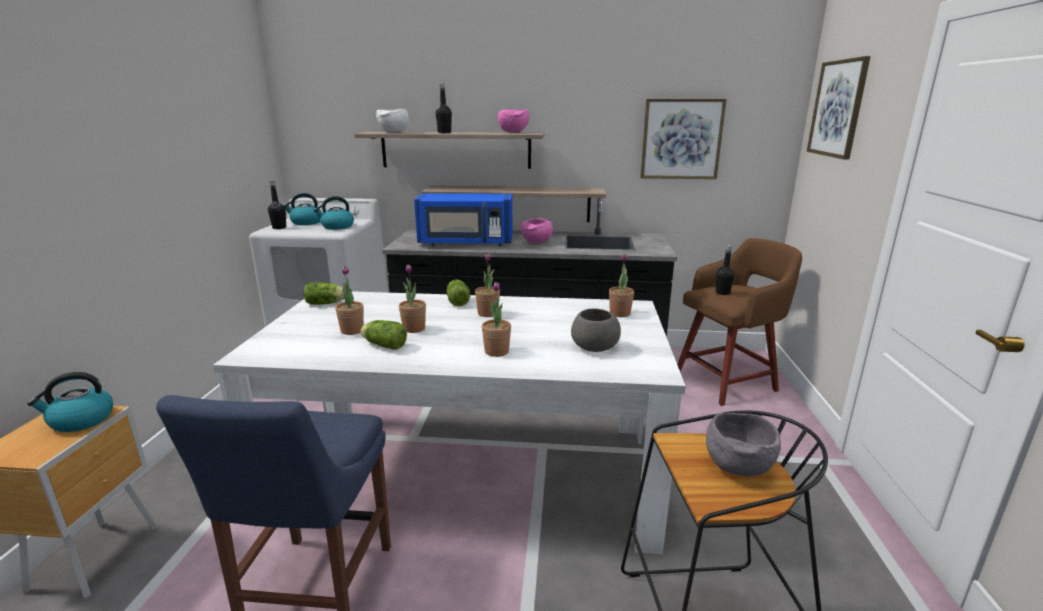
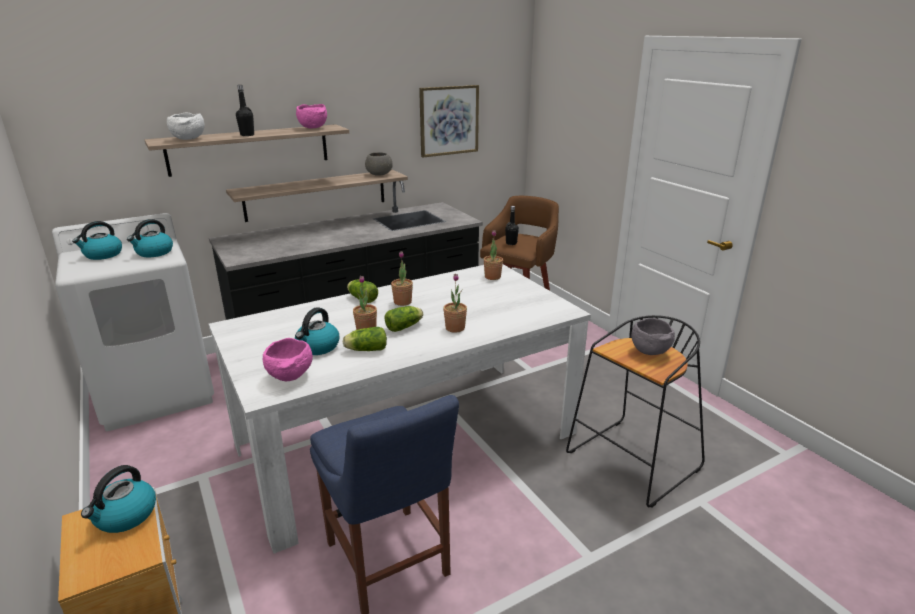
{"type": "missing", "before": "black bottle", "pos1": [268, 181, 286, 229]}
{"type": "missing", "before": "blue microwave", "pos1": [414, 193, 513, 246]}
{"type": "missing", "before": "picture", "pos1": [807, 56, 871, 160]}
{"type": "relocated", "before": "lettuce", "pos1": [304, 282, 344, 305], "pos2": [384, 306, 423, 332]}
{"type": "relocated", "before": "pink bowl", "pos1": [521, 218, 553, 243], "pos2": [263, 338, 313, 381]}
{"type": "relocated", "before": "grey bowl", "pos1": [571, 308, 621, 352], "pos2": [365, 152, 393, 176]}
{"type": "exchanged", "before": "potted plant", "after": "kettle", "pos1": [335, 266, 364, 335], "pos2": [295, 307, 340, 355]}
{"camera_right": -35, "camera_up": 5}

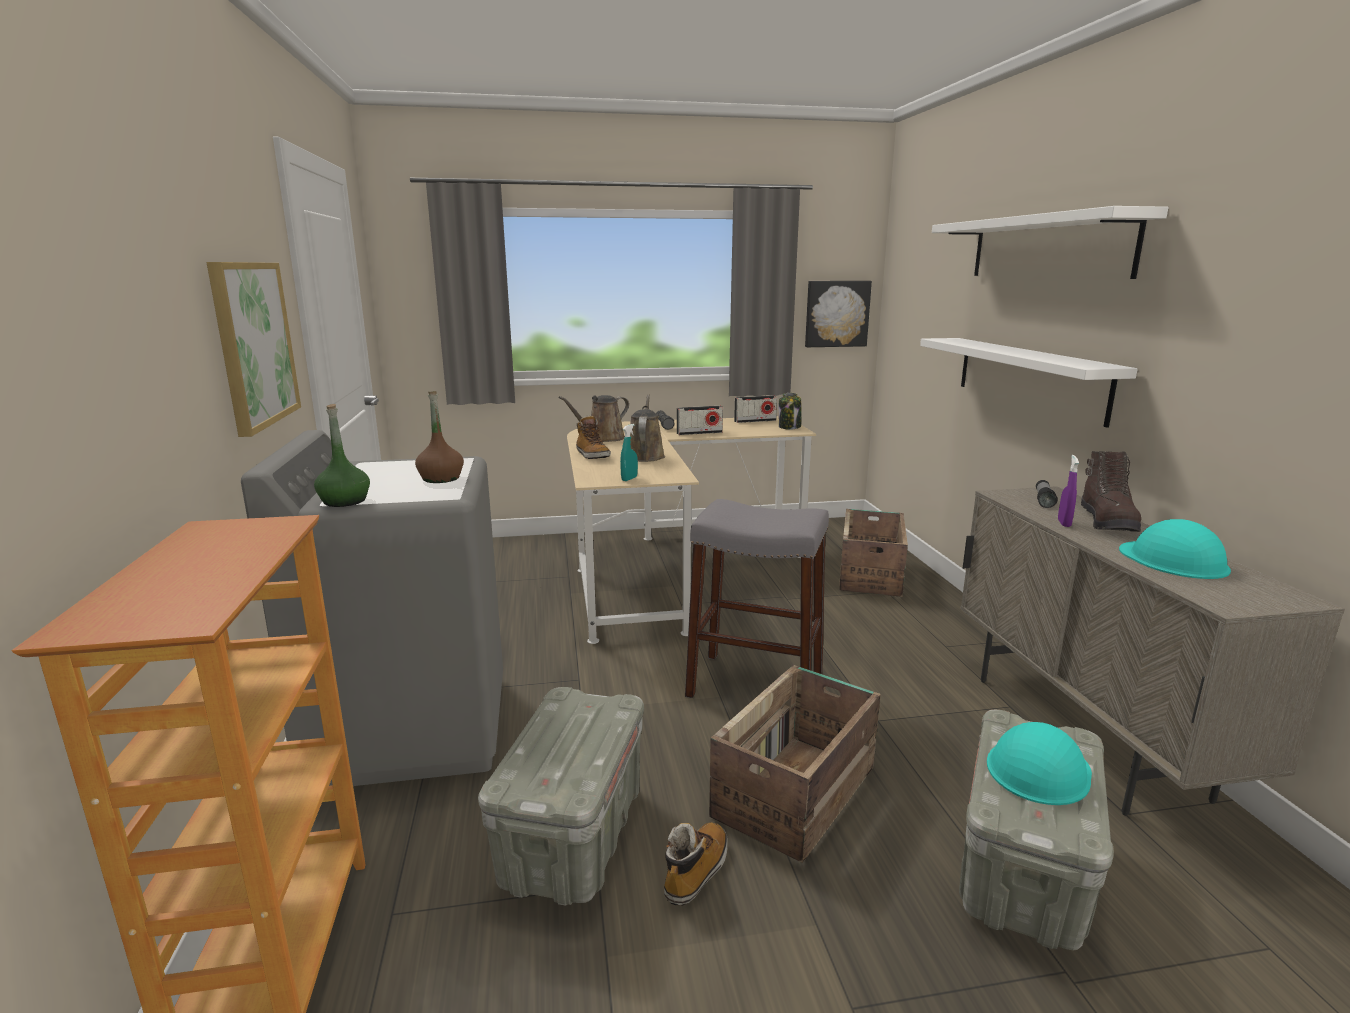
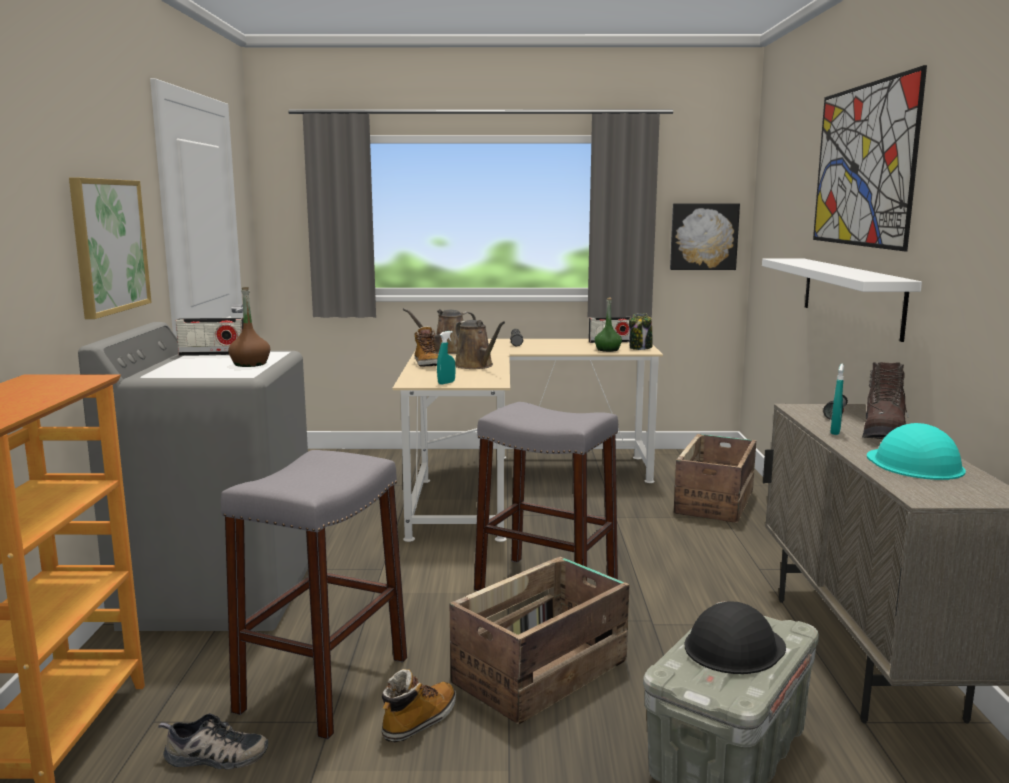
{"type": "appeared", "after": "shoe", "pos2": [158, 713, 268, 769]}
{"type": "relocated", "before": "green bottle", "pos1": [314, 404, 370, 507], "pos2": [594, 298, 622, 352]}
{"type": "relocated", "before": "radio", "pos1": [677, 406, 723, 435], "pos2": [176, 318, 243, 356]}
{"type": "exchanged", "before": "grey storage box", "after": "grey stool", "pos1": [478, 687, 644, 906], "pos2": [221, 450, 407, 740]}
{"type": "exchanged", "before": "white shelf", "after": "picture", "pos1": [932, 206, 1169, 279], "pos2": [813, 65, 927, 251]}
{"type": "colour", "before": "turquoise hard hat", "after": "black hard hat", "pos1": [987, 722, 1092, 805], "pos2": [685, 601, 786, 674]}
{"type": "colour", "before": "purple spray bottle", "after": "turquoise spray bottle", "pos1": [1058, 455, 1079, 527], "pos2": [830, 364, 844, 435]}
{"type": "spun", "before": "brown watering can", "pos1": [630, 394, 665, 462], "pos2": [455, 320, 505, 369], "turn": 135}
{"camera_right": 10, "camera_up": -5}

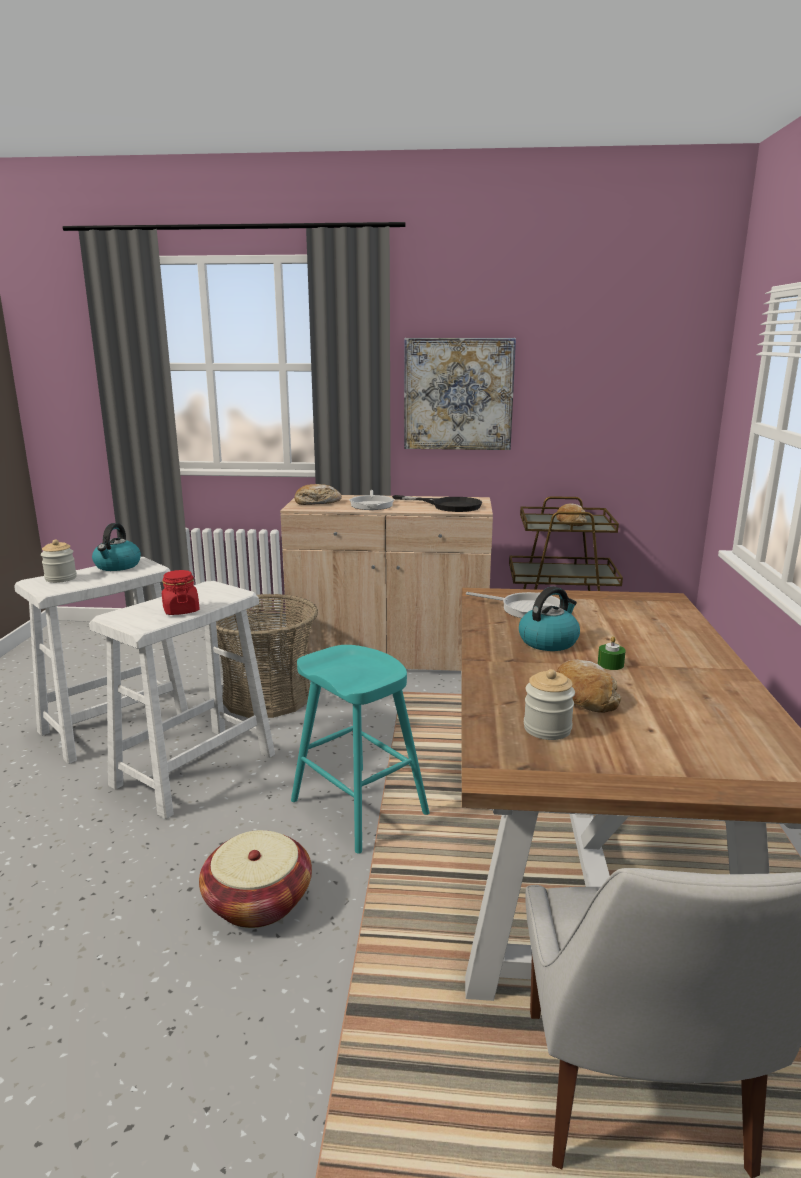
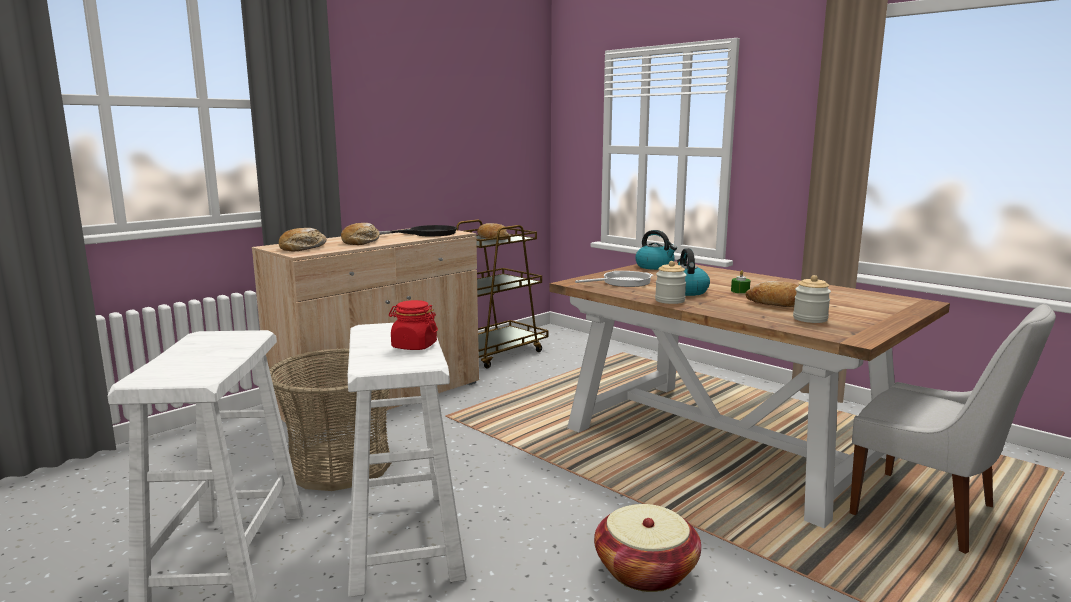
{"type": "missing", "before": "turquoise stool", "pos1": [291, 645, 430, 854]}
{"type": "missing", "before": "picture", "pos1": [404, 338, 516, 450]}
{"type": "relocated", "before": "jar", "pos1": [41, 539, 77, 583], "pos2": [655, 261, 687, 304]}
{"type": "relocated", "before": "kettle", "pos1": [92, 523, 141, 571], "pos2": [635, 230, 677, 270]}
{"type": "exchanged", "before": "frying pan", "after": "bread", "pos1": [349, 490, 395, 510], "pos2": [341, 223, 380, 245]}
{"camera_right": -50, "camera_up": -5}

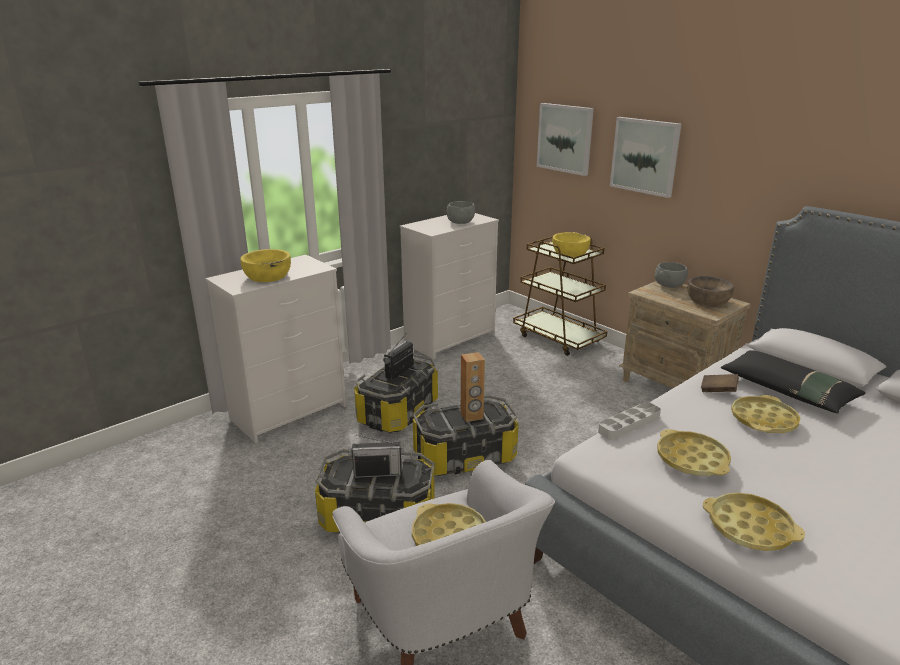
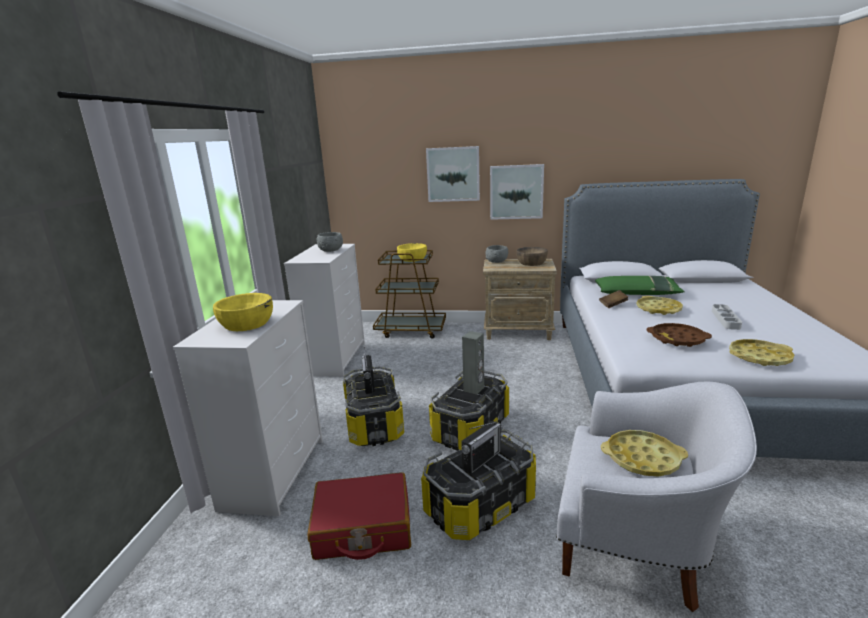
{"type": "appeared", "after": "red suitcase", "pos2": [308, 472, 411, 560]}
{"type": "relocated", "before": "picture", "pos1": [537, 103, 594, 176], "pos2": [490, 164, 544, 220]}
{"type": "relocated", "before": "grey tray", "pos1": [598, 402, 661, 440], "pos2": [712, 304, 742, 330]}
{"type": "colour", "before": "brown speaker", "after": "grey speaker", "pos1": [461, 352, 485, 422], "pos2": [462, 331, 484, 395]}
{"type": "colour", "before": "yellow tray", "after": "brown tray", "pos1": [657, 429, 731, 476], "pos2": [647, 323, 712, 347]}
{"type": "colour", "before": "black pillow", "after": "green pillow", "pos1": [721, 350, 865, 413], "pos2": [595, 276, 685, 295]}
{"camera_right": -40, "camera_up": -5}

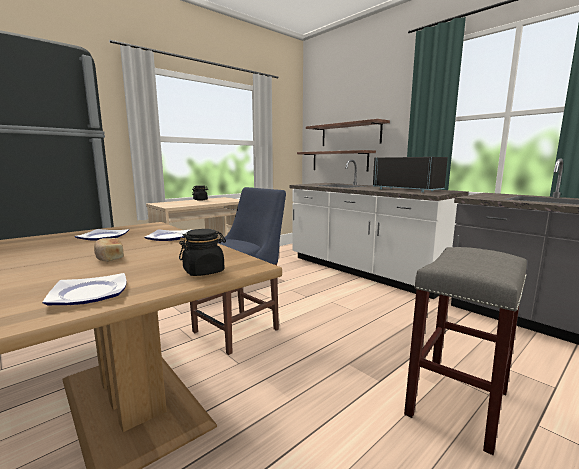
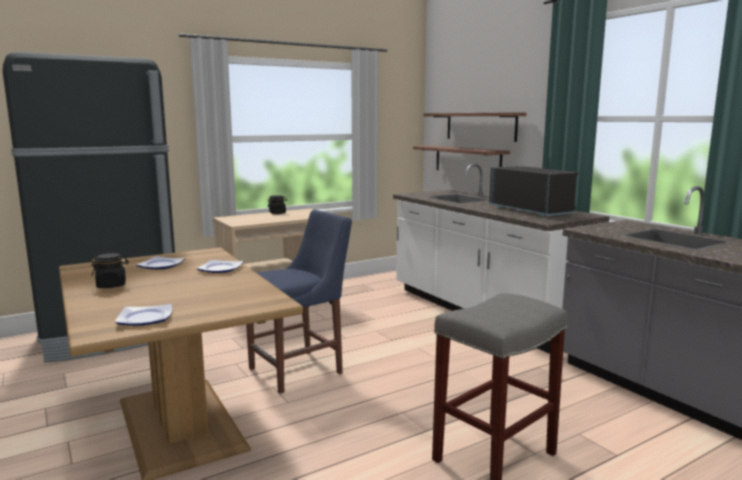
{"type": "missing", "before": "bread", "pos1": [94, 238, 124, 262]}
{"type": "relocated", "before": "black jar", "pos1": [179, 229, 226, 276], "pos2": [91, 253, 129, 288]}
{"camera_right": 10, "camera_up": 0}

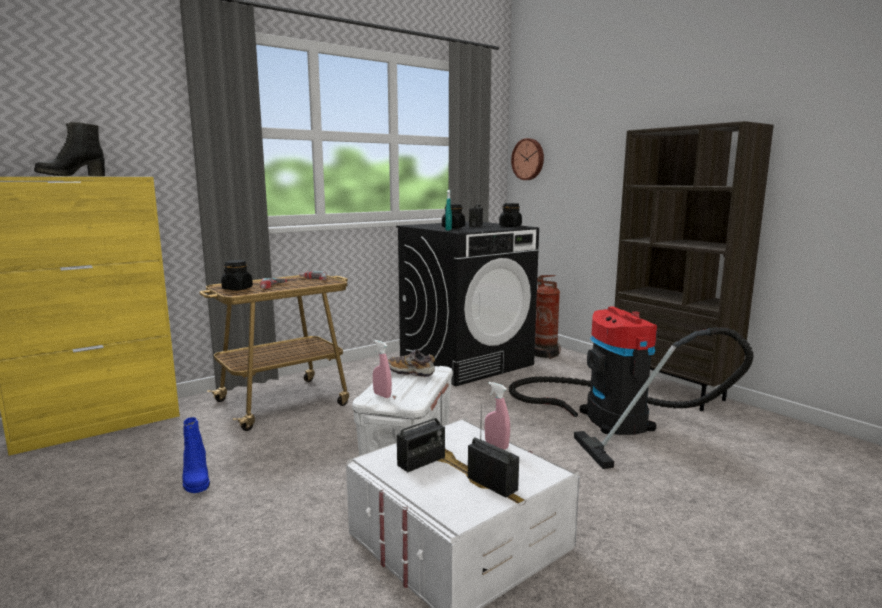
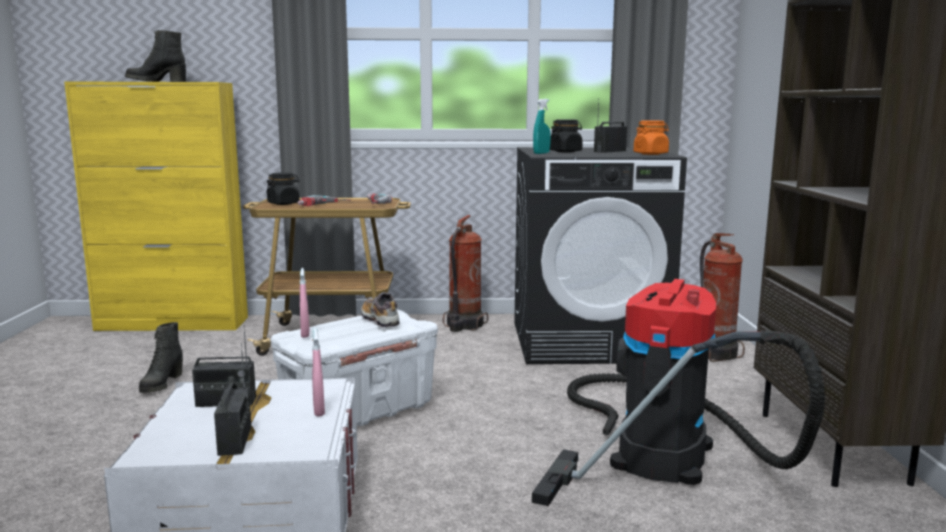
{"type": "missing", "before": "wall clock", "pos1": [511, 138, 544, 180]}
{"type": "appeared", "after": "fire extinguisher", "pos2": [443, 215, 488, 332]}
{"type": "colour", "before": "blue boot", "after": "black boot", "pos1": [183, 417, 210, 493], "pos2": [139, 322, 183, 393]}
{"type": "colour", "before": "black jar", "after": "orange jar", "pos1": [499, 203, 522, 227], "pos2": [633, 120, 669, 155]}
{"camera_right": 35, "camera_up": 0}

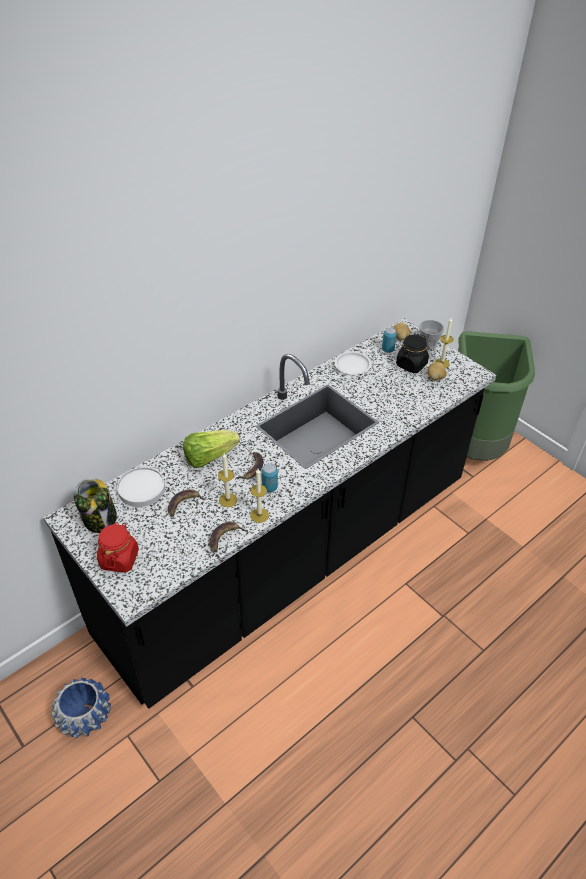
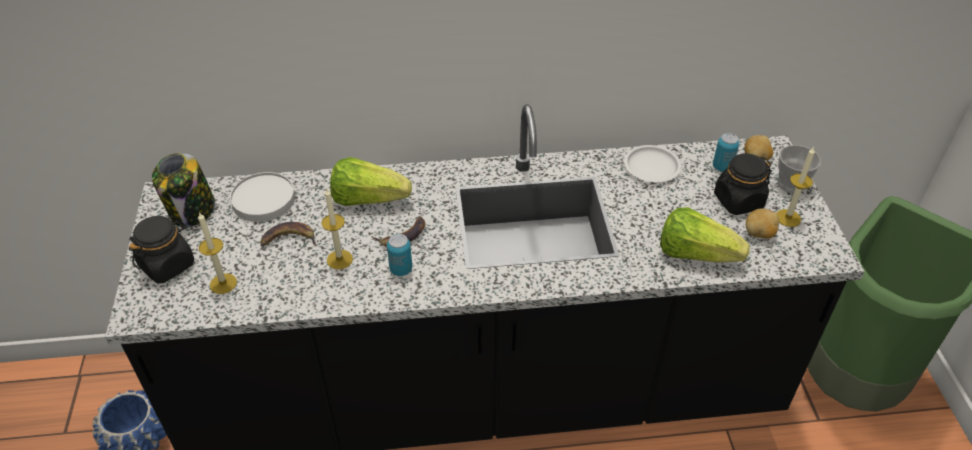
{"type": "missing", "before": "banana", "pos1": [210, 521, 247, 552]}
{"type": "appeared", "after": "lettuce", "pos2": [660, 207, 750, 263]}
{"type": "relocated", "before": "candle", "pos1": [250, 469, 269, 523], "pos2": [198, 212, 237, 294]}
{"type": "colour", "before": "red jar", "after": "black jar", "pos1": [97, 522, 139, 572], "pos2": [129, 216, 194, 283]}
{"camera_right": 35, "camera_up": 0}

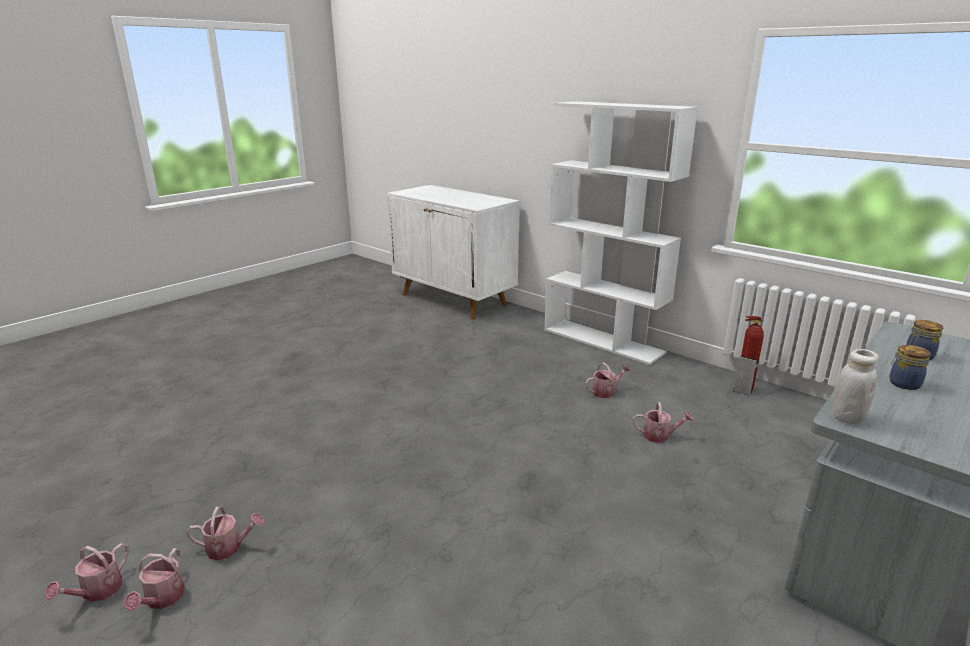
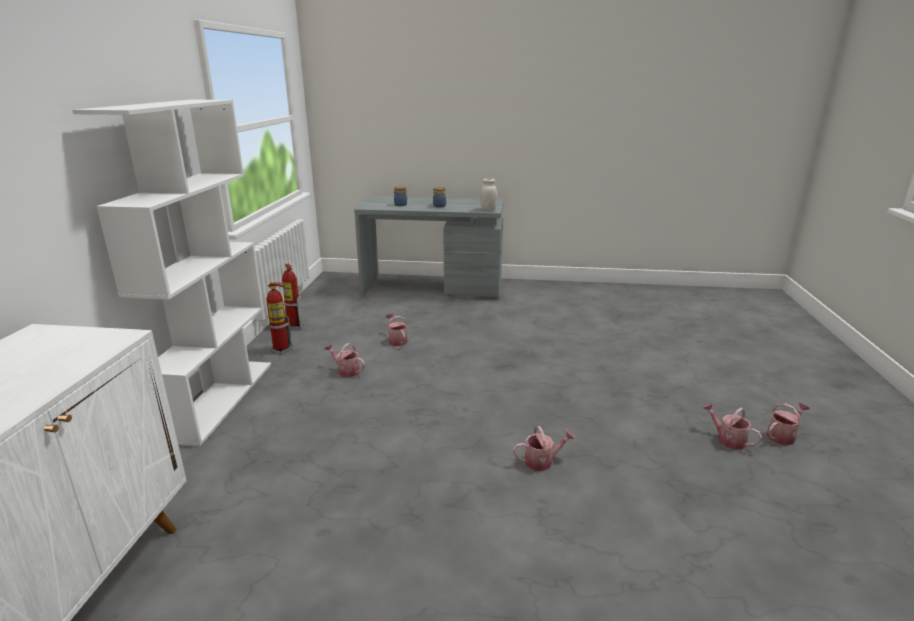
{"type": "appeared", "after": "fire extinguisher", "pos2": [266, 282, 293, 355]}
{"type": "relocated", "before": "watering can", "pos1": [45, 543, 129, 602], "pos2": [513, 426, 576, 471]}
{"camera_right": -125, "camera_up": 0}

